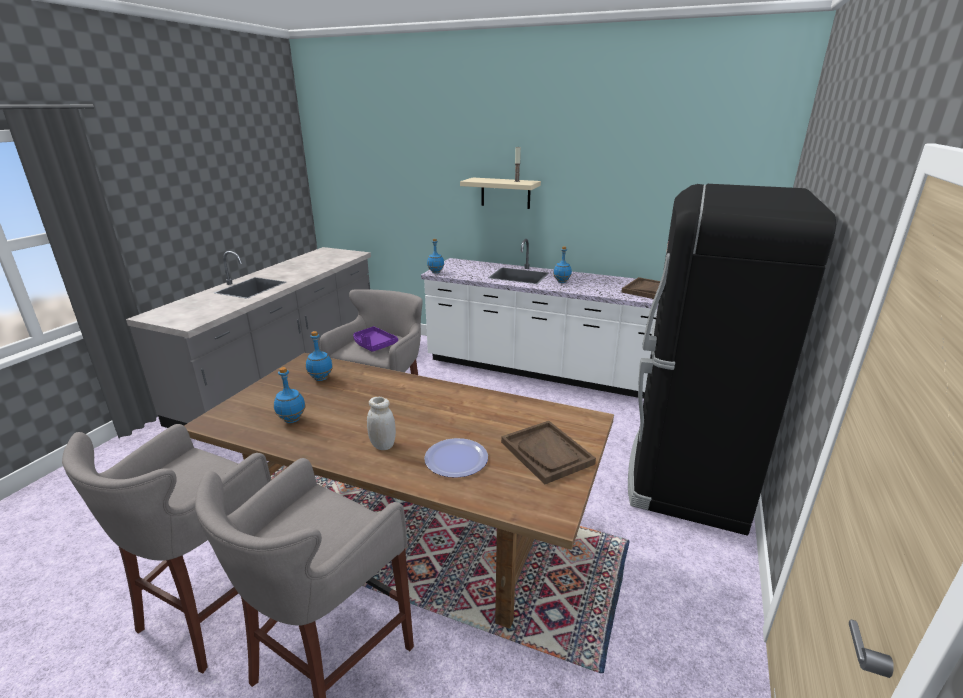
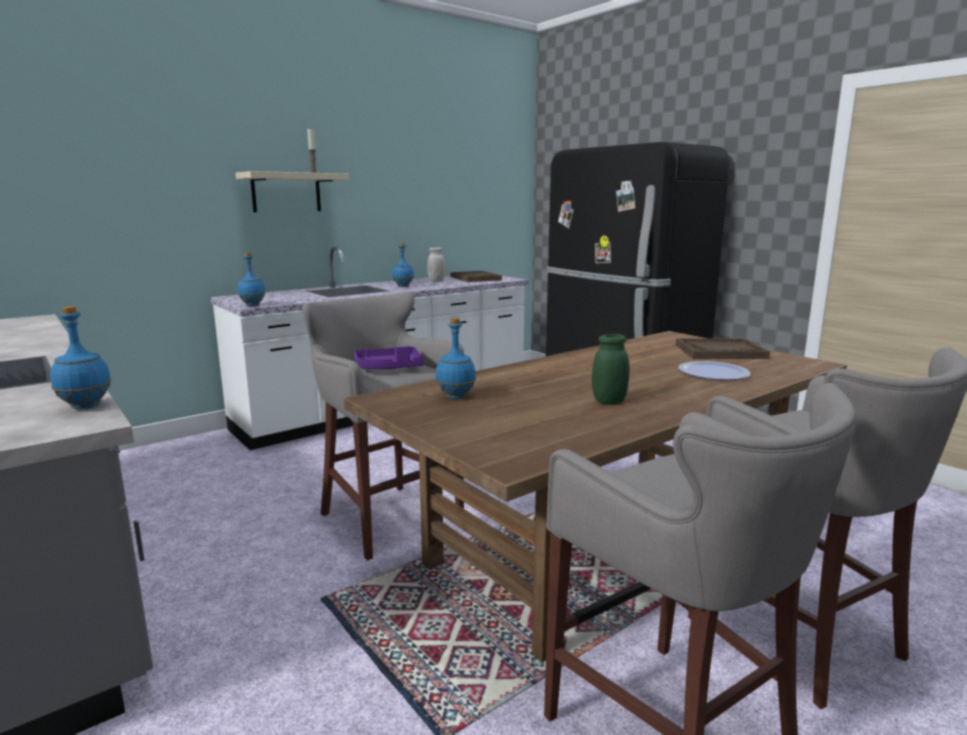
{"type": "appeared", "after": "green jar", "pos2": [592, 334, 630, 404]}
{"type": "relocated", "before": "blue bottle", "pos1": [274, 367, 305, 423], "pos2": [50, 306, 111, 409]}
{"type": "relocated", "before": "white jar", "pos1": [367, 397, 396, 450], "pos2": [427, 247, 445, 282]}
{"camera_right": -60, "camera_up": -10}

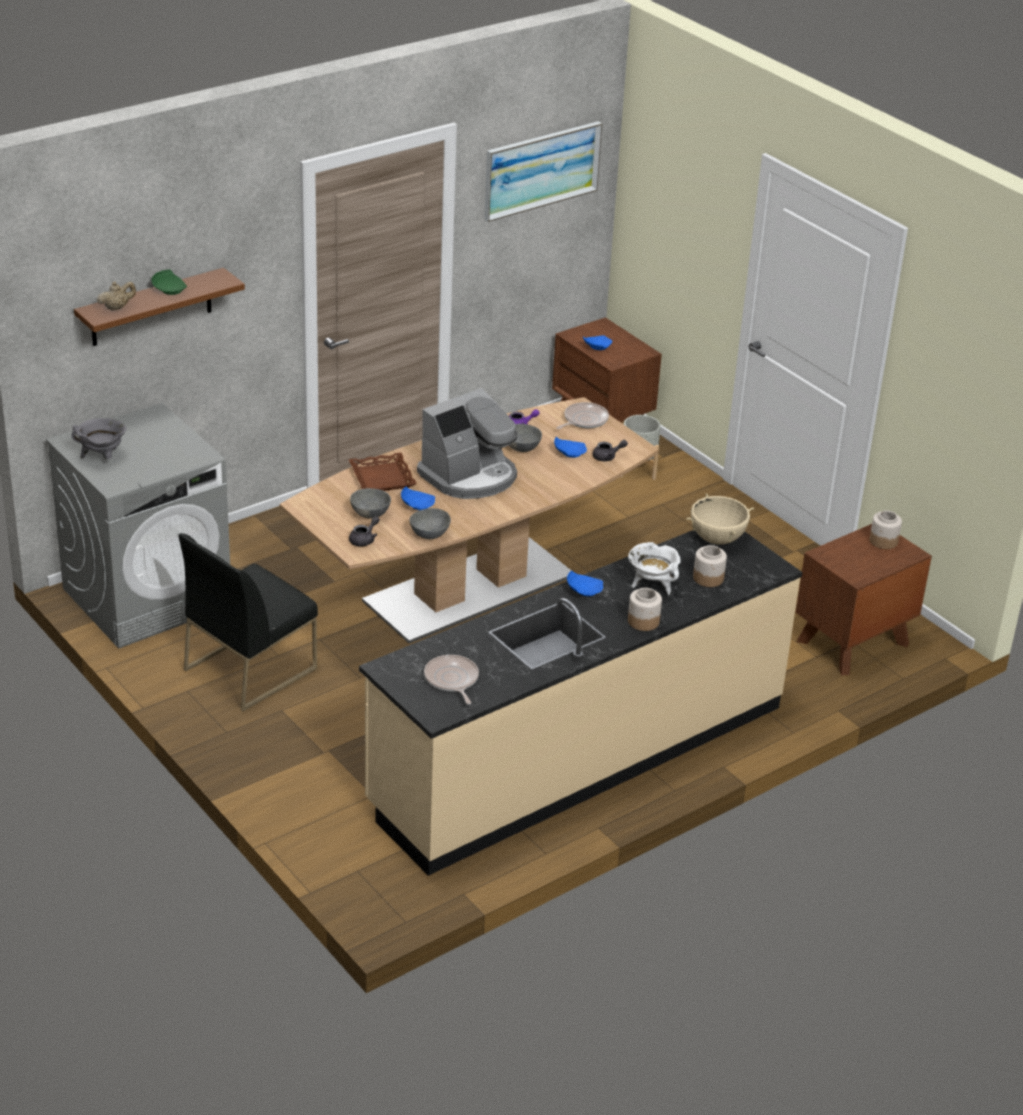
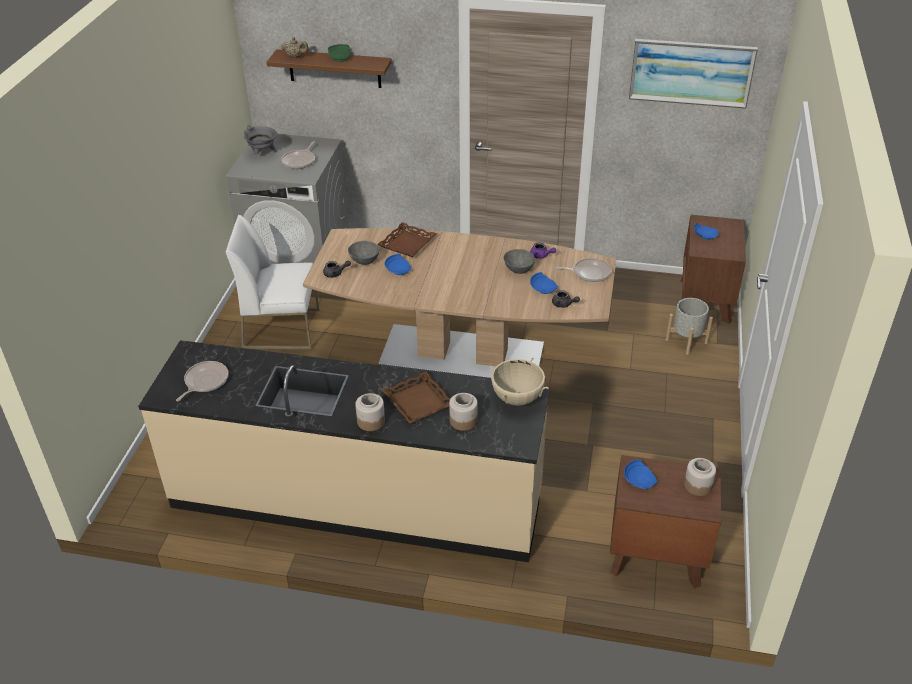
{"type": "missing", "before": "grey bowl", "pos1": [410, 508, 451, 539]}
{"type": "missing", "before": "coffee machine", "pos1": [417, 388, 517, 499]}
{"type": "appeared", "after": "frying pan", "pos2": [281, 141, 315, 169]}
{"type": "relocated", "before": "blue plate", "pos1": [567, 570, 603, 596], "pos2": [624, 459, 657, 489]}
{"type": "exchanged", "before": "white cooking pot", "after": "brown tray", "pos1": [628, 542, 681, 595], "pos2": [382, 371, 450, 423]}
{"type": "colour", "before": "black chair", "after": "white chair", "pos1": [178, 533, 318, 711], "pos2": [225, 215, 319, 350]}
{"camera_right": 50, "camera_up": 5}

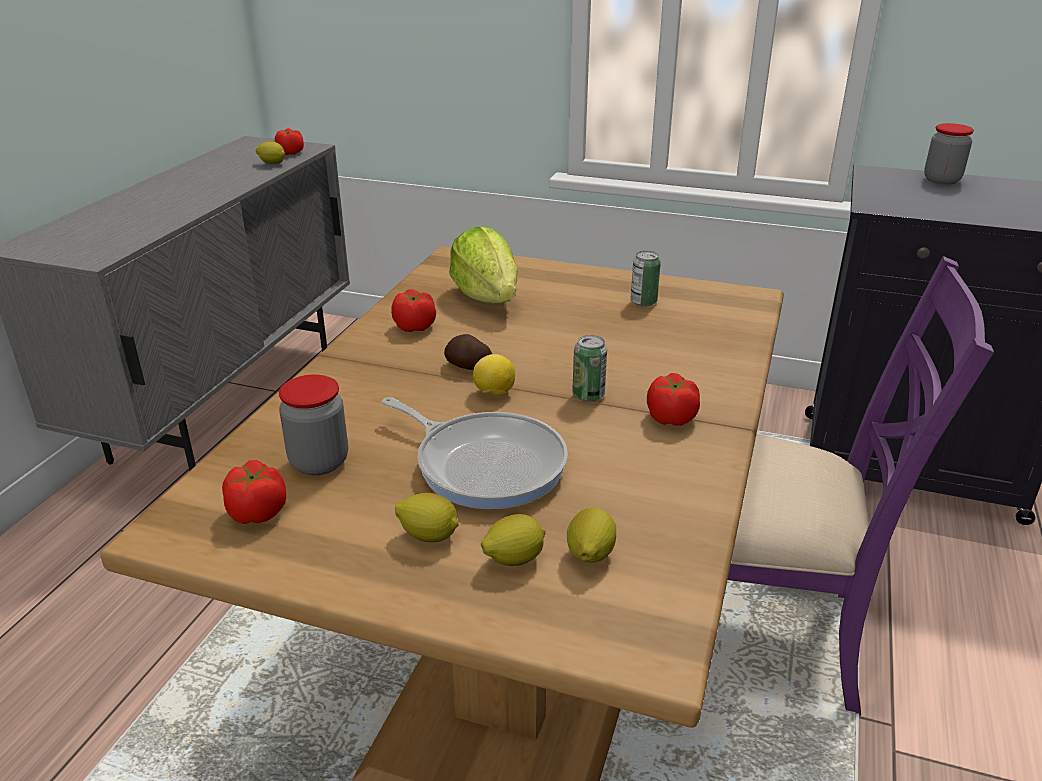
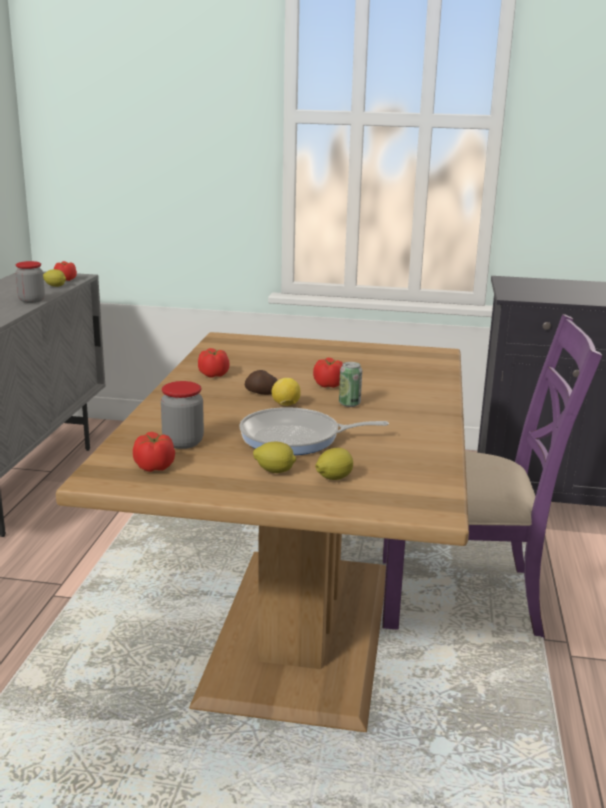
{"type": "missing", "before": "lettuce", "pos1": [449, 226, 518, 304]}
{"type": "missing", "before": "lemon", "pos1": [567, 507, 616, 563]}
{"type": "missing", "before": "can", "pos1": [631, 251, 661, 307]}
{"type": "relocated", "before": "tomato", "pos1": [647, 373, 700, 426], "pos2": [313, 358, 343, 388]}
{"type": "relocated", "before": "jar", "pos1": [924, 123, 974, 185], "pos2": [15, 261, 45, 303]}
{"type": "spun", "before": "frying pan", "pos1": [382, 397, 568, 509], "pos2": [239, 407, 389, 455], "turn": 150}
{"camera_right": -10, "camera_up": -10}

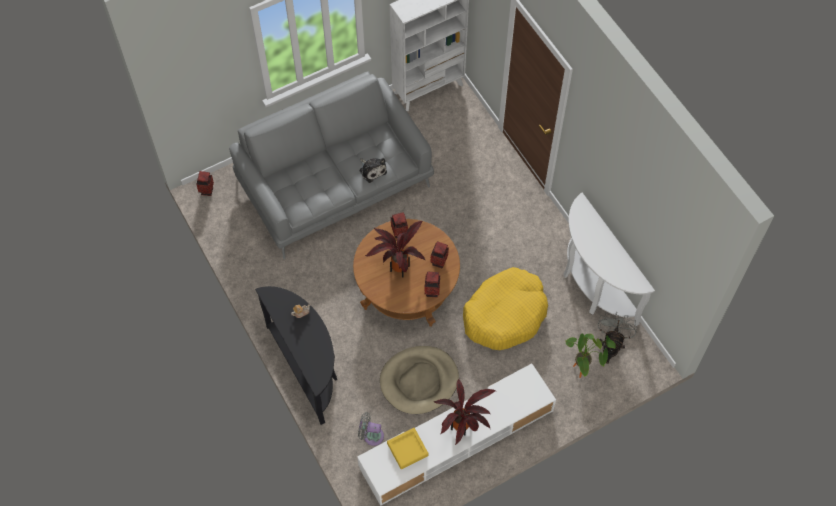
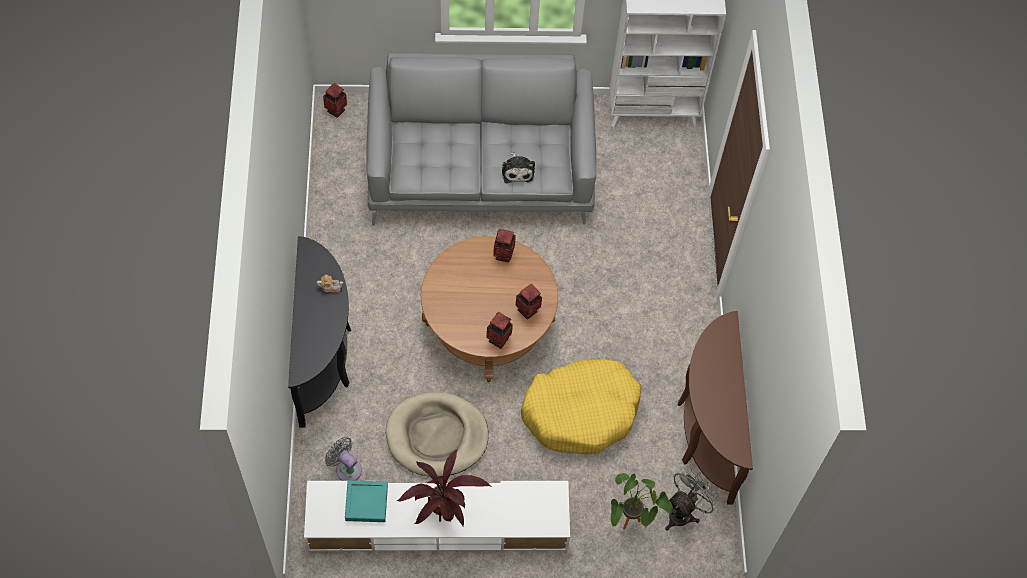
{"type": "missing", "before": "potted plant", "pos1": [365, 221, 426, 278]}
{"type": "colour", "before": "yellow tray", "after": "turquoise tray", "pos1": [387, 428, 429, 469], "pos2": [345, 480, 388, 522]}
{"type": "colour", "before": "white console table", "after": "brown console table", "pos1": [564, 193, 655, 326], "pos2": [678, 311, 753, 505]}
{"camera_right": 25, "camera_up": 0}

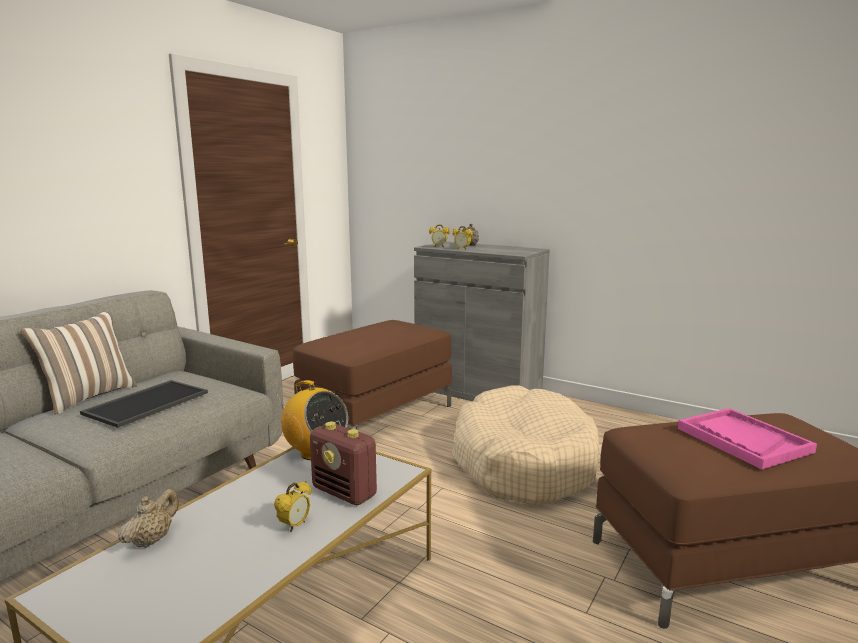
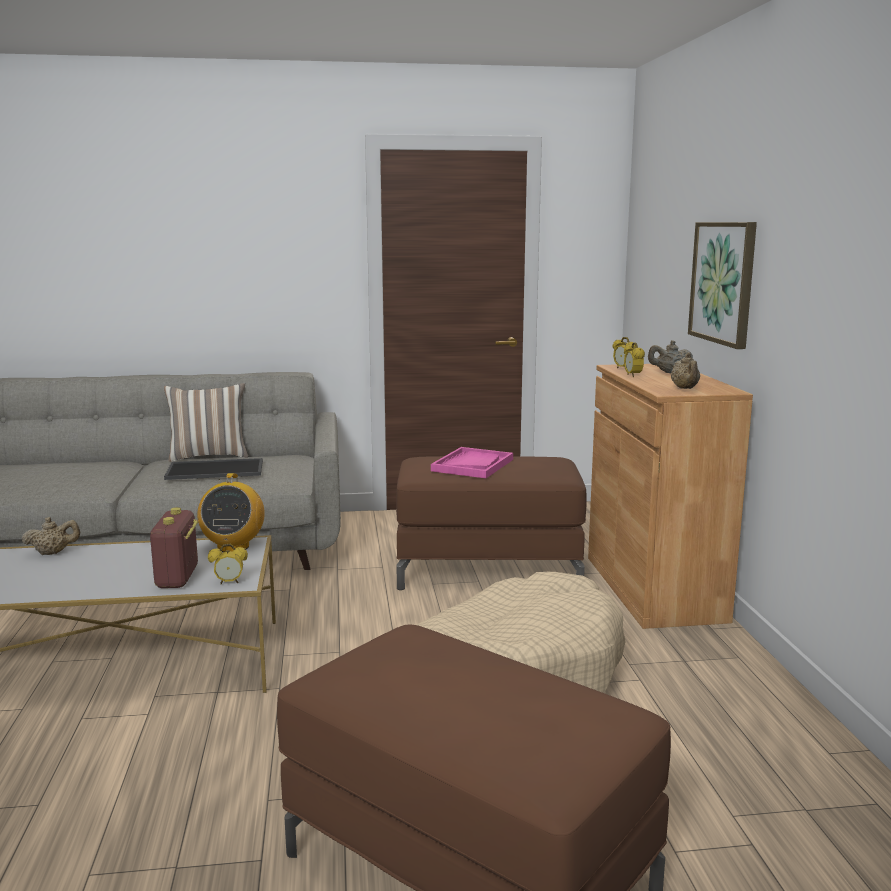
{"type": "appeared", "after": "beige teapot", "pos2": [671, 353, 700, 389]}
{"type": "appeared", "after": "picture", "pos2": [688, 222, 757, 349]}
{"type": "relocated", "before": "alarm clock", "pos1": [274, 481, 311, 532], "pos2": [208, 544, 248, 584]}
{"type": "relocated", "before": "pink tray", "pos1": [678, 408, 817, 469], "pos2": [431, 447, 513, 478]}
{"type": "colour", "before": "grey cabinet", "after": "brown cabinet", "pos1": [414, 241, 550, 401], "pos2": [588, 364, 753, 629]}
{"camera_right": 50, "camera_up": 0}

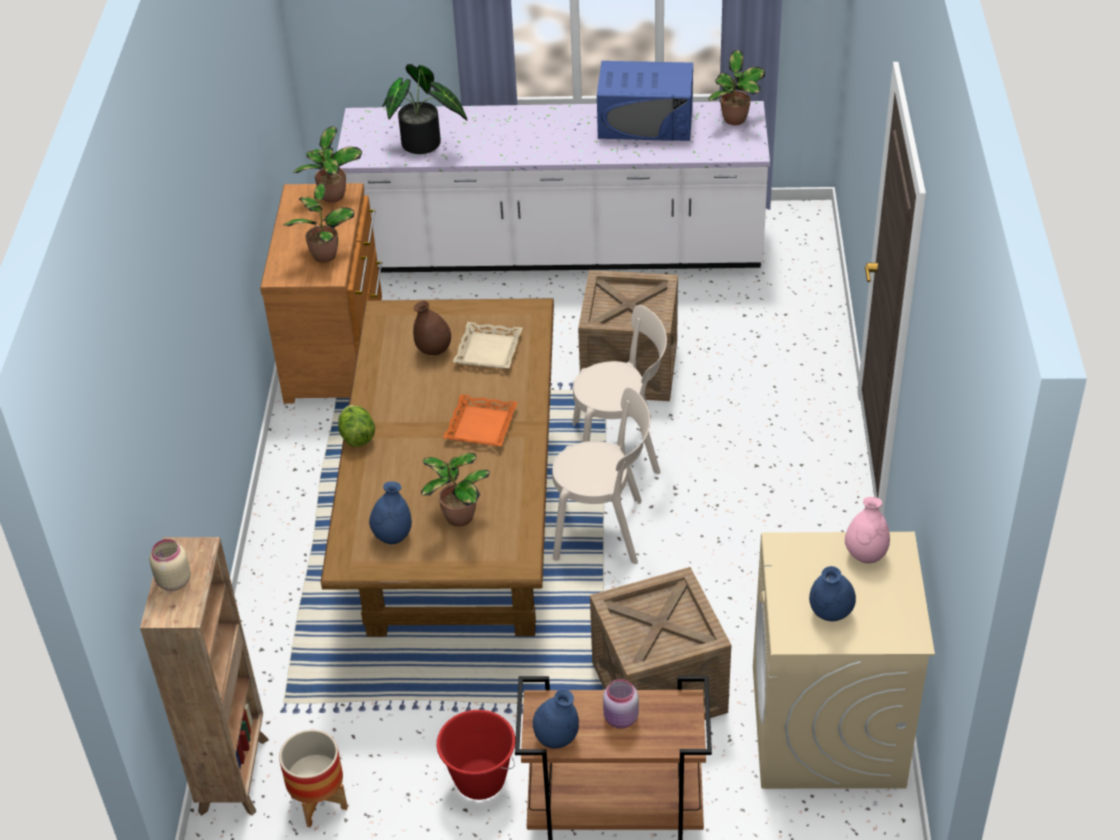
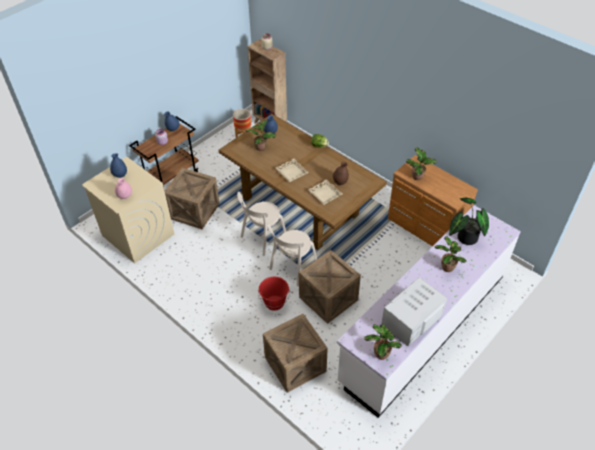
{"type": "appeared", "after": "crate", "pos2": [263, 314, 328, 393]}
{"type": "relocated", "before": "potted plant", "pos1": [293, 126, 362, 203], "pos2": [434, 236, 466, 272]}
{"type": "relocated", "before": "red bucket", "pos1": [437, 710, 515, 800], "pos2": [258, 277, 290, 311]}
{"type": "colour", "before": "orange tray", "after": "beige tray", "pos1": [443, 394, 518, 446], "pos2": [276, 159, 309, 182]}
{"type": "colour", "before": "blue microwave", "after": "white microwave", "pos1": [597, 61, 693, 141], "pos2": [381, 277, 447, 347]}
{"camera_right": 130, "camera_up": 5}

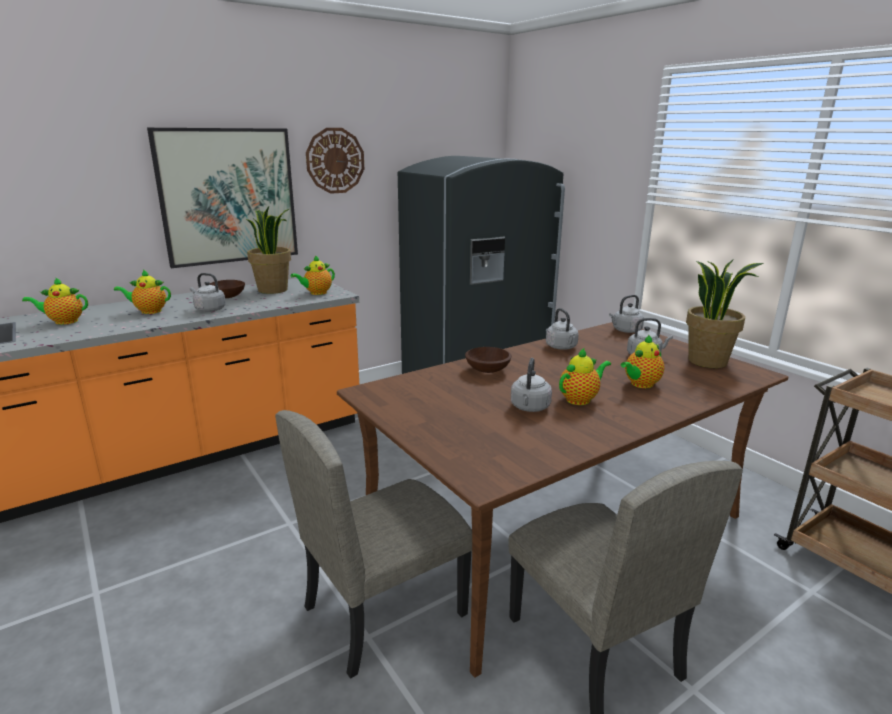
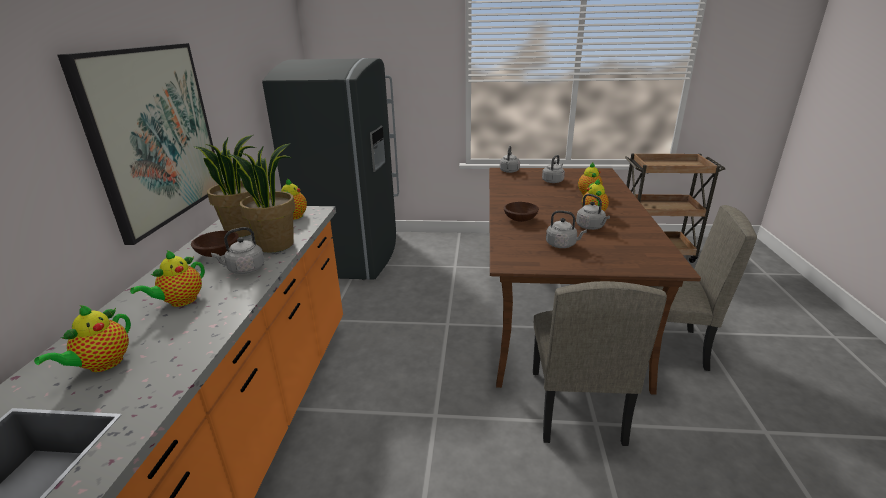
{"type": "missing", "before": "wall clock", "pos1": [306, 128, 364, 194]}
{"type": "relocated", "before": "grey kettle", "pos1": [546, 308, 579, 350], "pos2": [546, 210, 587, 248]}
{"type": "relocated", "before": "potted plant", "pos1": [686, 259, 764, 368], "pos2": [227, 143, 295, 253]}
{"camera_right": -50, "camera_up": 5}

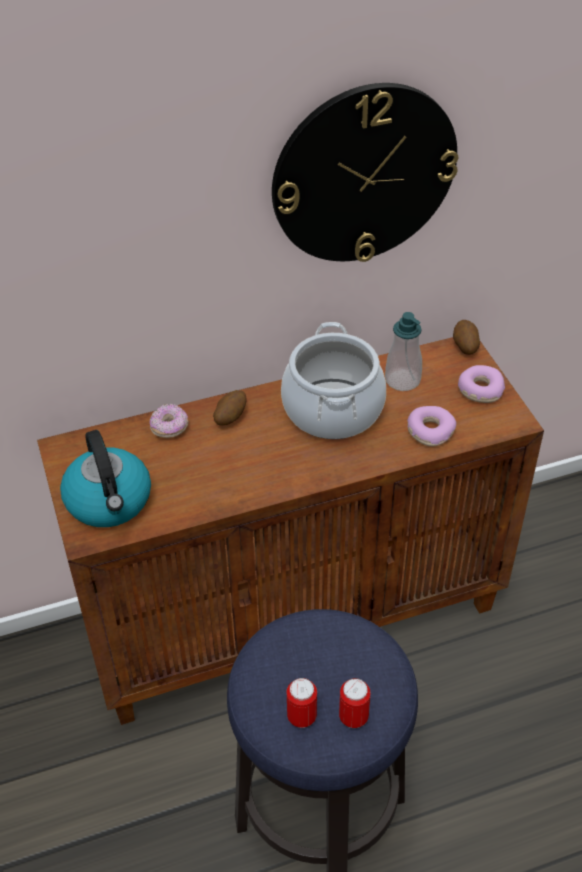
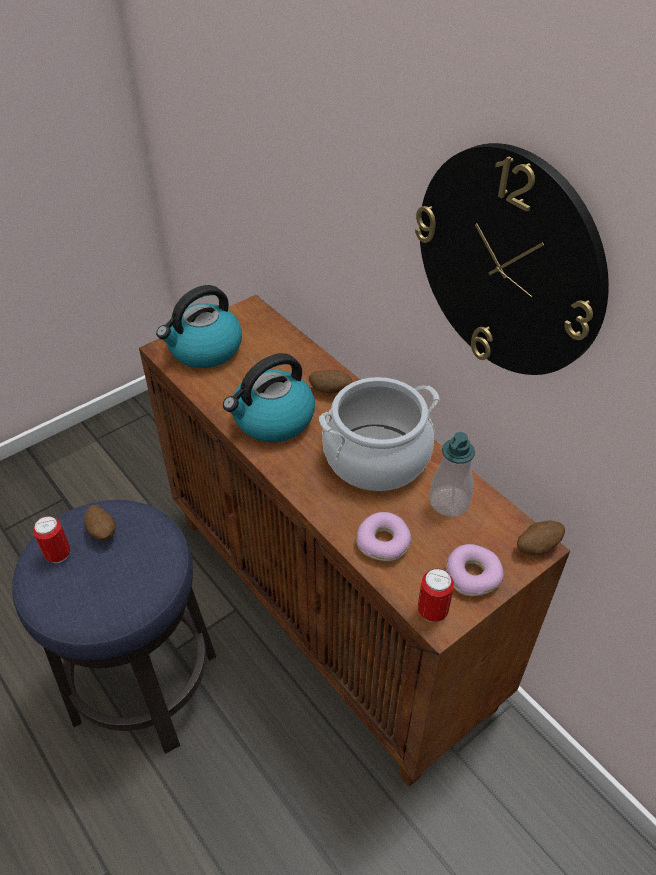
{"type": "missing", "before": "donut", "pos1": [150, 403, 188, 438]}
{"type": "appeared", "after": "potato", "pos2": [84, 505, 116, 541]}
{"type": "appeared", "after": "kettle", "pos2": [223, 353, 315, 442]}
{"type": "relocated", "before": "can", "pos1": [339, 678, 370, 728], "pos2": [418, 568, 454, 622]}
{"camera_right": 70, "camera_up": 0}

